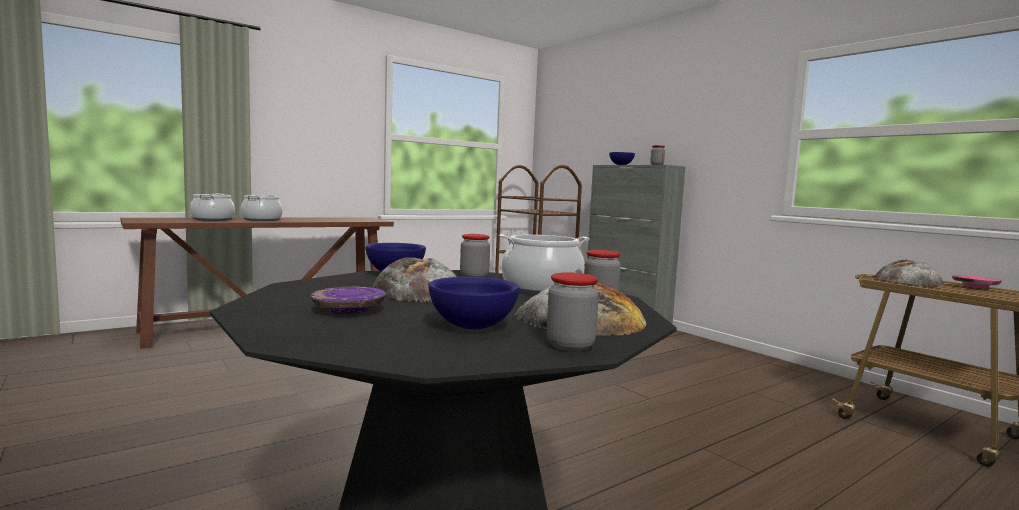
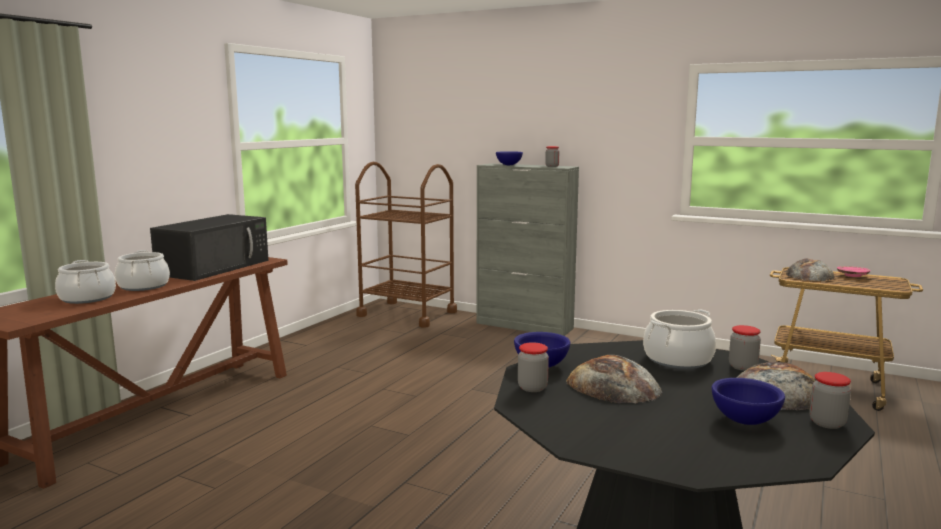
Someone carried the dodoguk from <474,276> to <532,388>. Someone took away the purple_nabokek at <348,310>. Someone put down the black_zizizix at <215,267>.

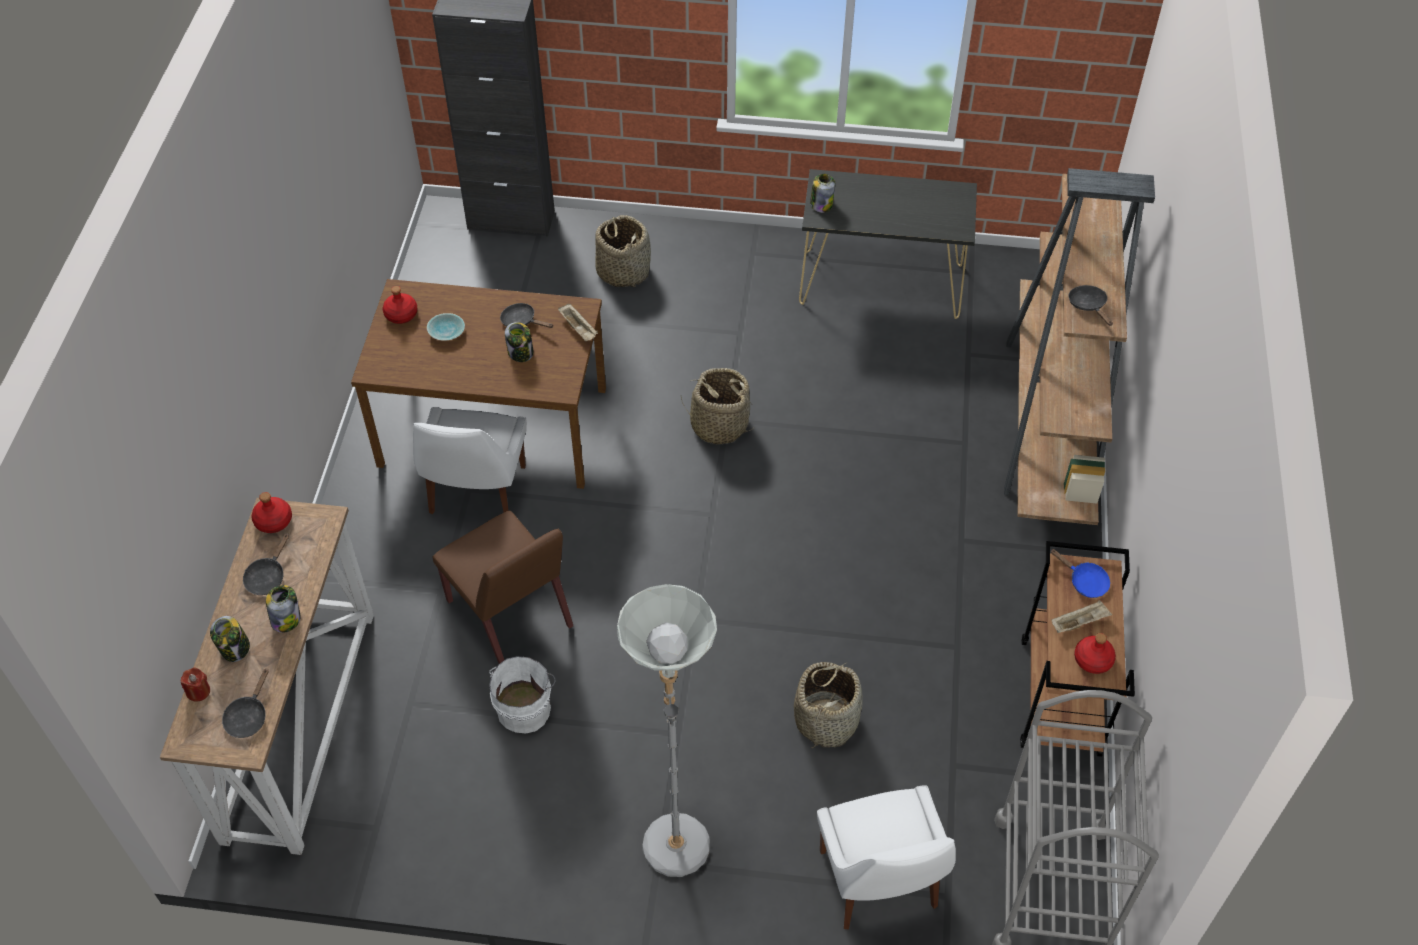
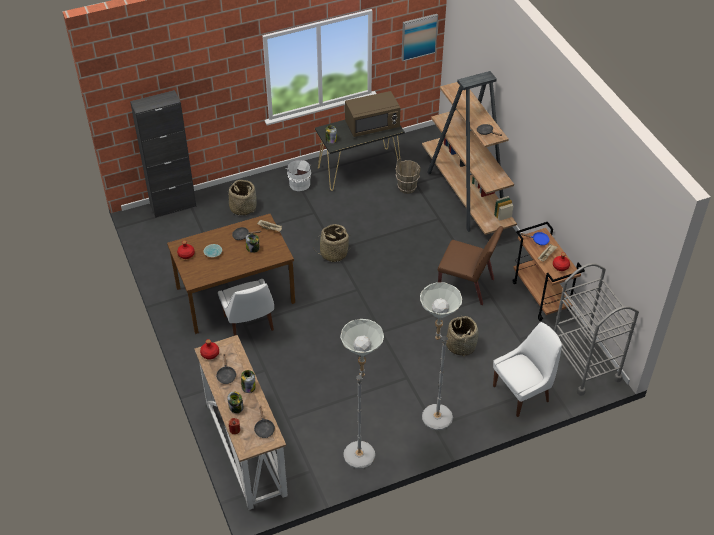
Someone carried the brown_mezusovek from <510,615> to <466,285>. Someone carried the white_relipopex from <525,707> to <299,183>. Someone rotated the white_mezusovek at <879,883> by 75 degrees counterclockwise. Someone put up the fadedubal at <419,36>. Someone put down the brown_zizizix at <372,125>. Someone put down the brown_relipopex at <407,188>. Someone put down the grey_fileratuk at <360,449>.

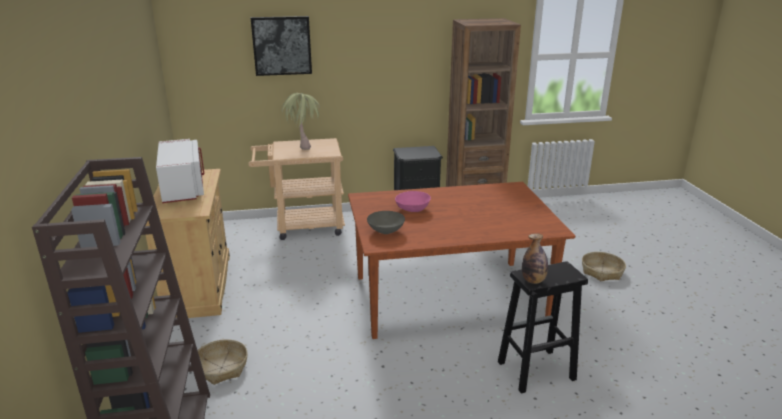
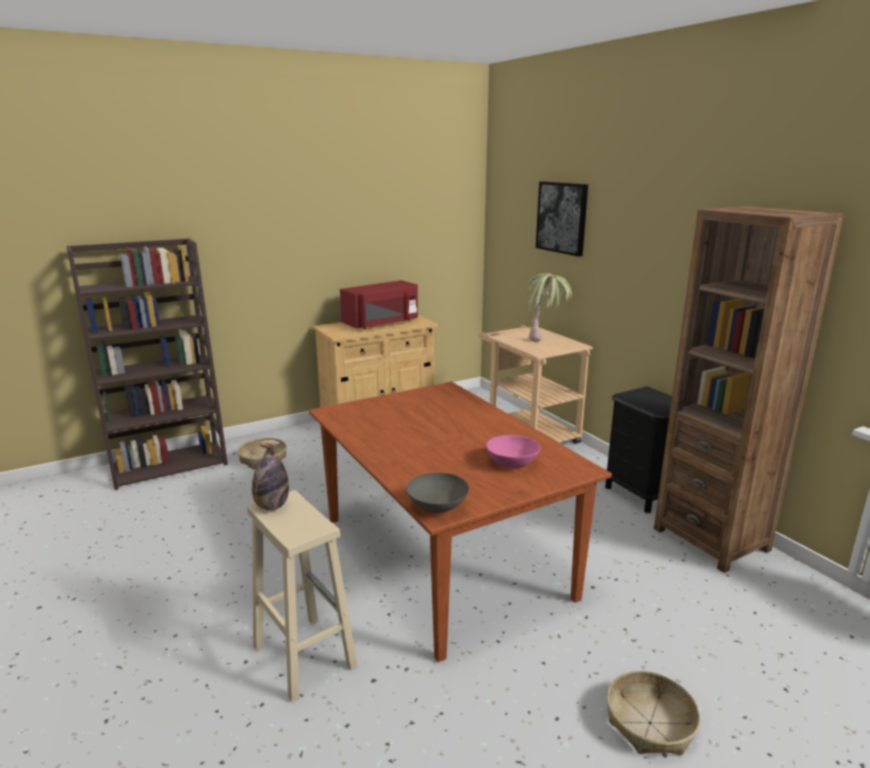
Someone repainted the white_zizizix at <184,188>, which became the red_zizizix at <382,323>. Someone carried the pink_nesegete from <413,209> to <513,463>. Someone carried the grey_nesegete from <386,231> to <437,508>. Someone repainted the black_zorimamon at <535,371>, which became the beige_zorimamon at <303,656>.

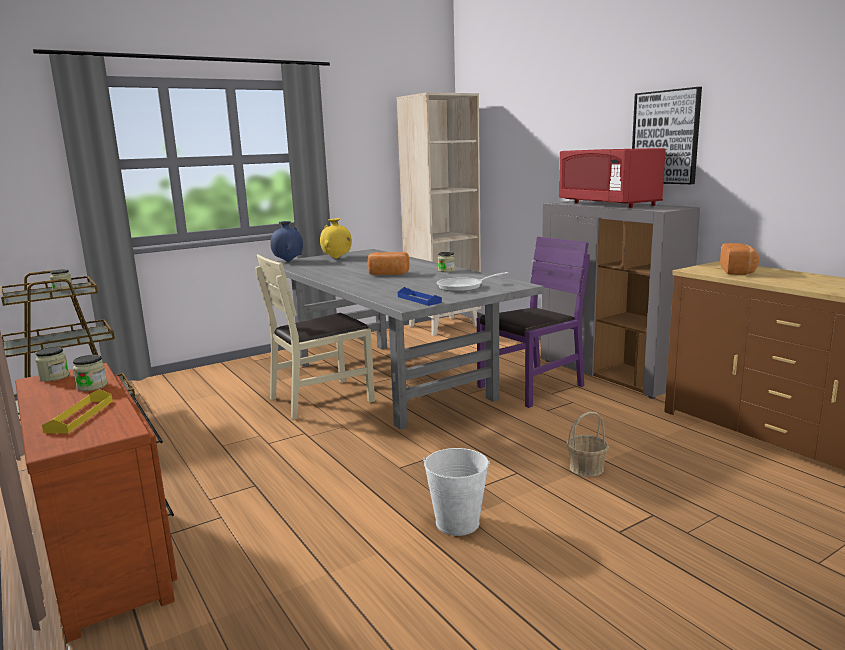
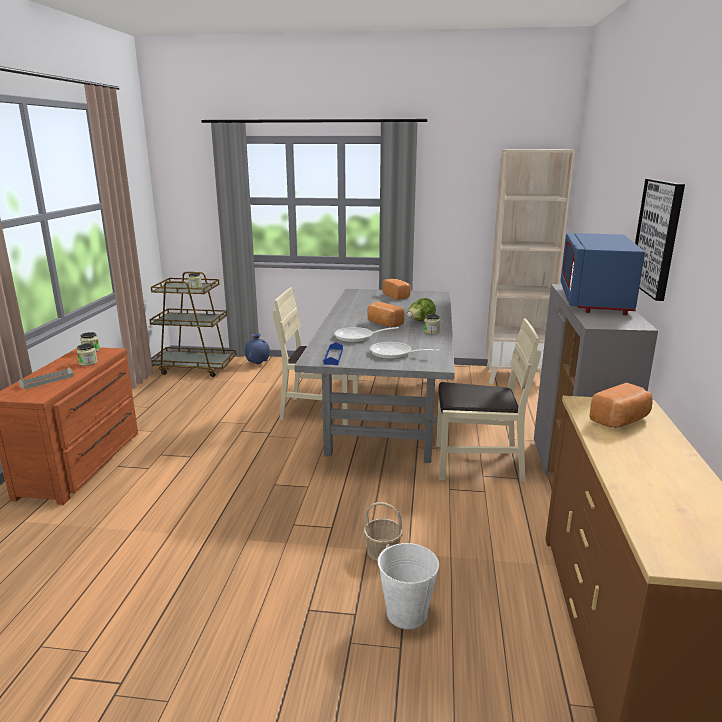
Someone repainted the red_zizizix at <608,204>, which became the blue_zizizix at <593,301>. Someone swapped the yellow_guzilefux at <337,258> for the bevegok at <397,296>. Someone carried the blue_guzilefux from <288,261> to <258,364>. Someone repainted the purple_mezusovek at <531,387>, which became the beige_mezusovek at <477,463>. Someone repainted the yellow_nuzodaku at <80,416>, which became the grey_nuzodaku at <47,380>. Someone carried the white_relipopex from <457,523> to <407,613>. Someone put down the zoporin at <420,321>. Someone put down the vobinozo at <357,337>.

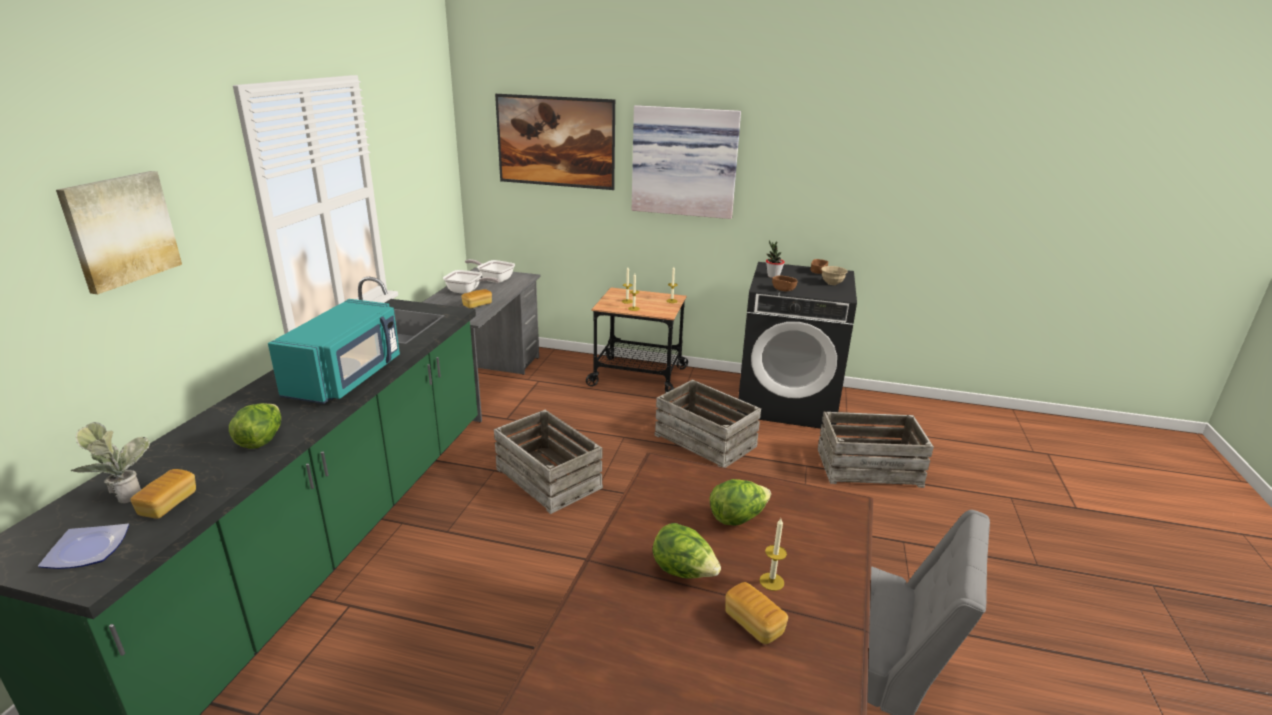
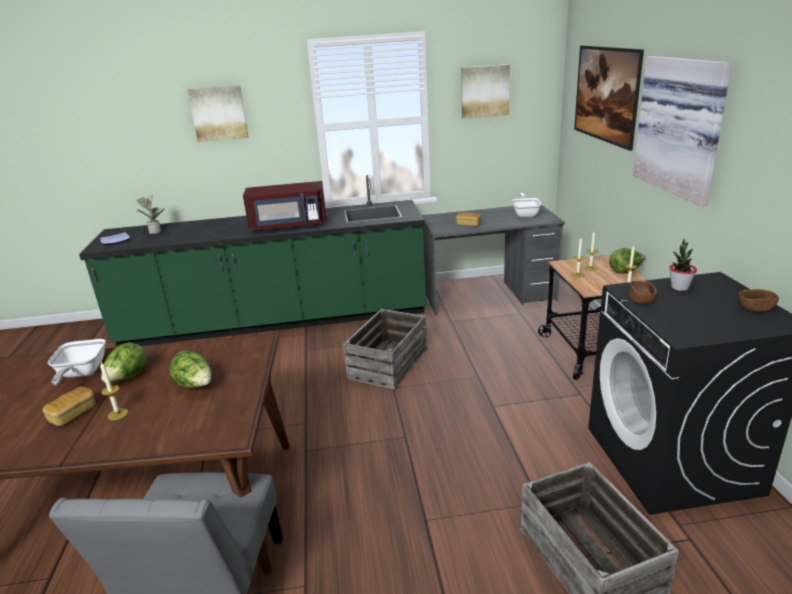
Someone took away the beige_nesegete at <832,283>. Someone carried the vobinozo from <467,291> to <81,374>. Someone repainted the turquoise_zizizix at <347,377>, which became the red_zizizix at <289,225>. Someone took away the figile at <706,440>. Someone carried the zoporin from <261,440> to <625,271>. Someone took away the bevegok at <168,504>. Someone put up the fadedubal at <484,91>.

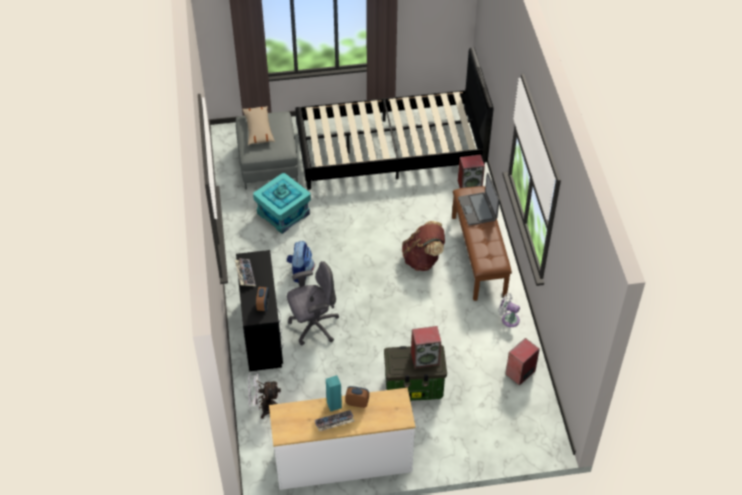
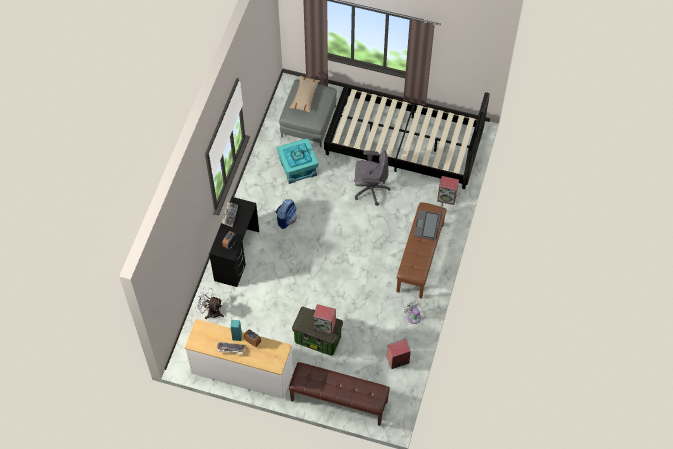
Someone took away the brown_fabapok at <423,260>. Someone carried the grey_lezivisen from <313,326> to <370,189>. Someone put down the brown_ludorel at <338,401>.

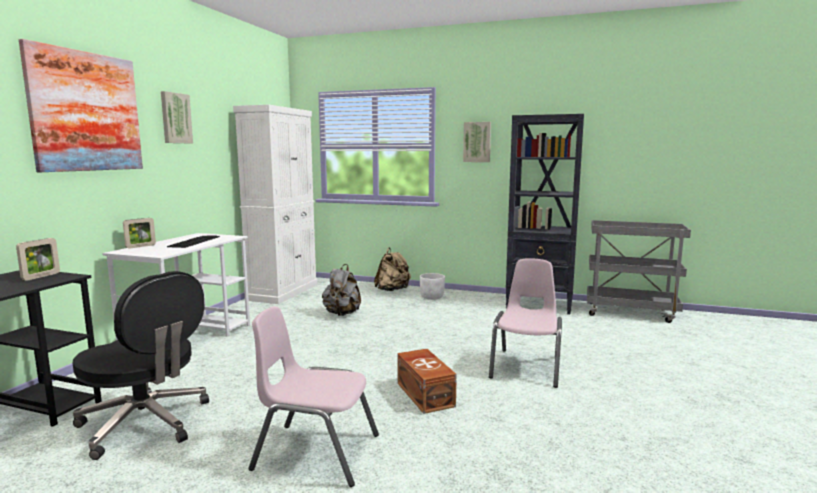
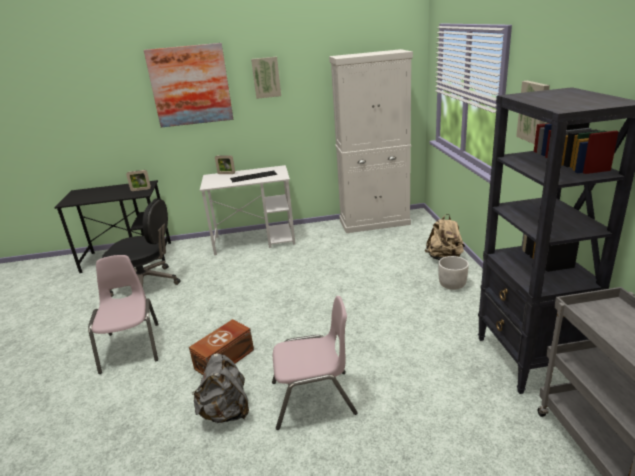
Someone carried the grey_fabapok from <342,314> to <226,412>. Someone rotated the black_lezivisen at <146,423> by 90 degrees counterclockwise.

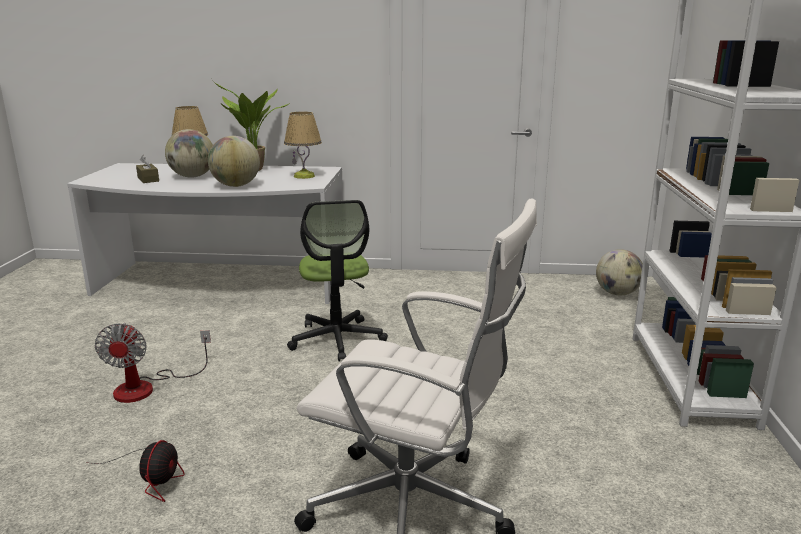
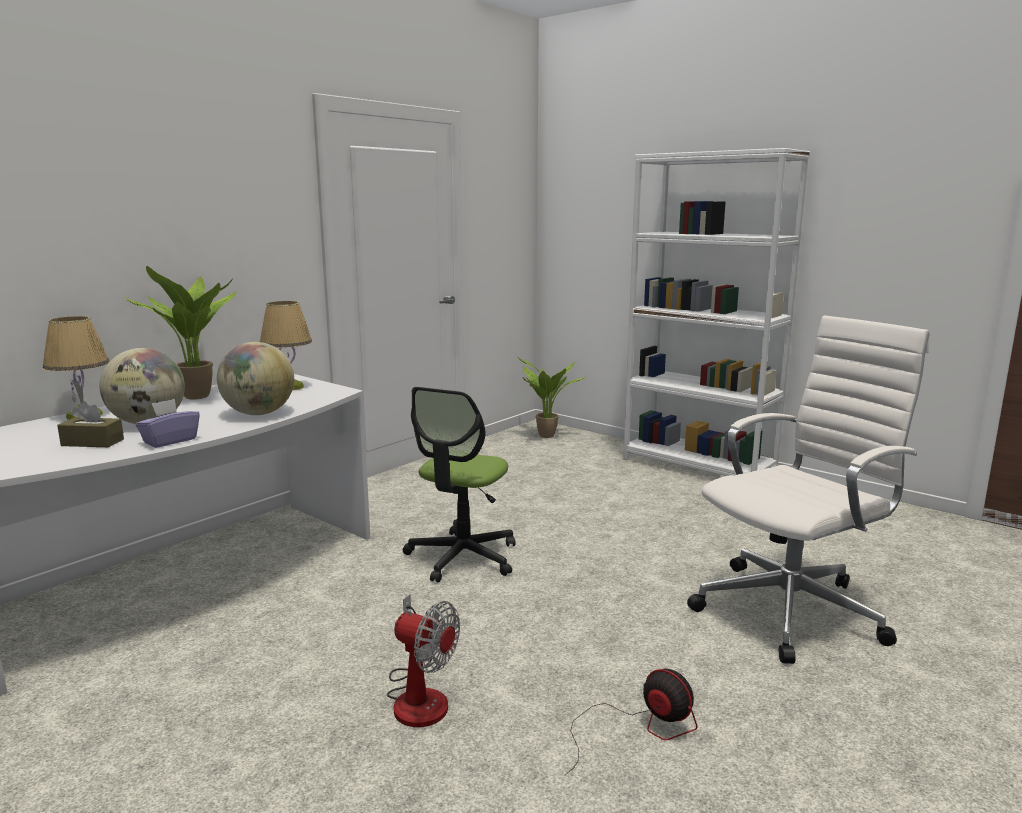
Someone rotated the lezivisen at <337,339> by 90 degrees clockwise. Someone swapped the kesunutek at <617,293> for the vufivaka at <546,437>. Someone put down the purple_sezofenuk at <170,441>.

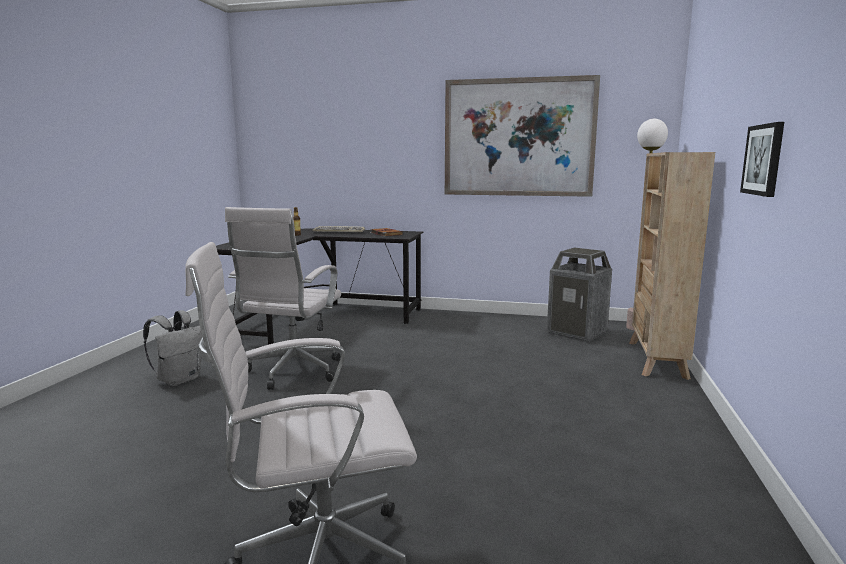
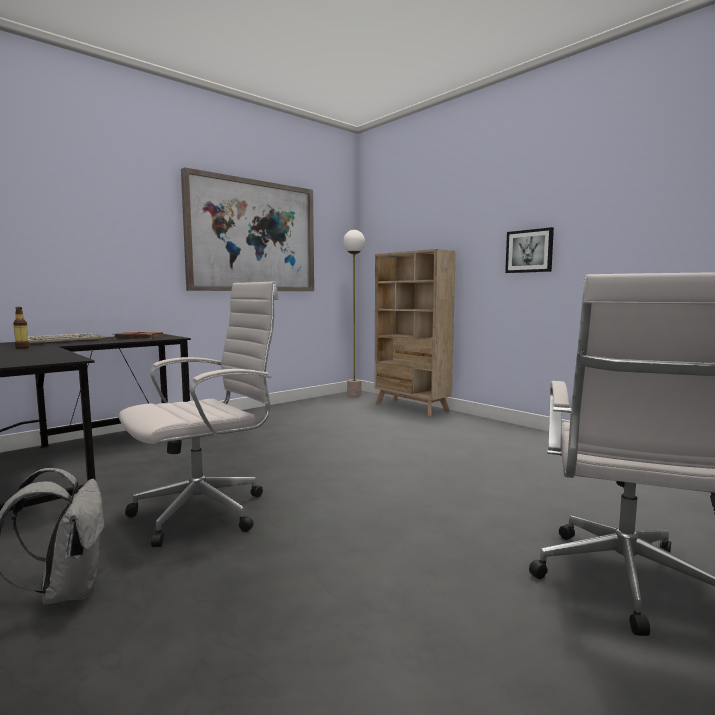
Someone rotated the white_lezivisen at <292,373> by 90 degrees counterclockwise. Someone took away the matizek at <577,333>.

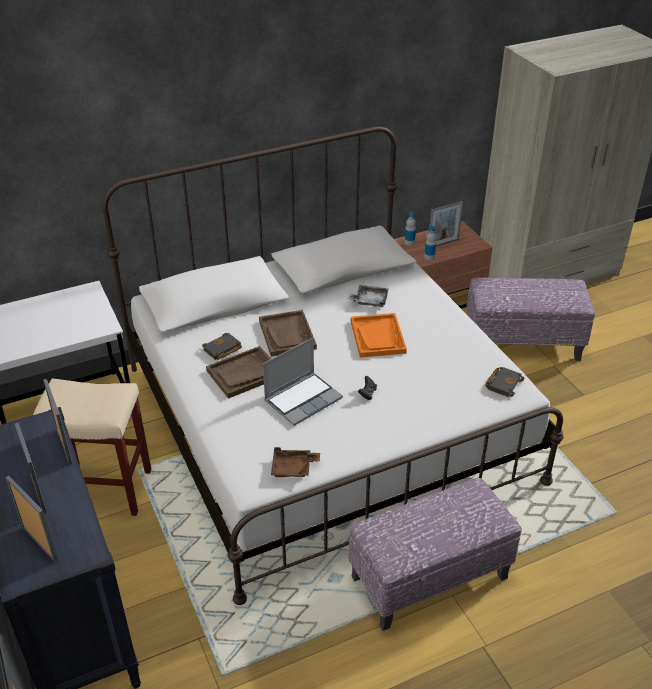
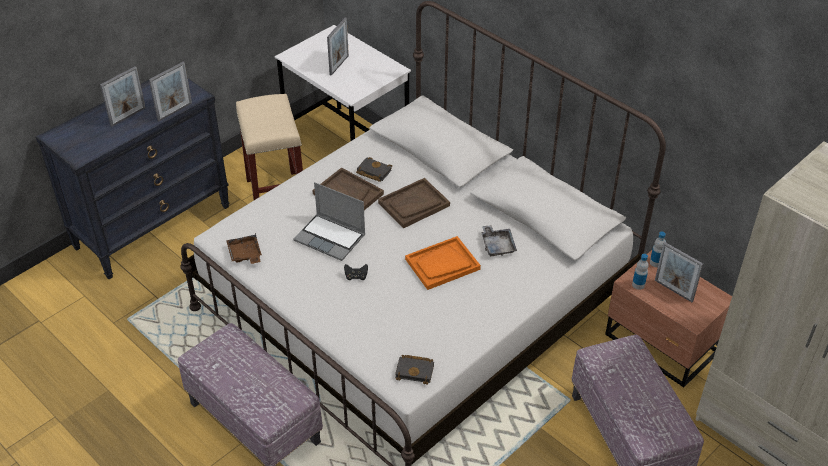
Someone carried the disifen from <40,543> to <339,65>.

